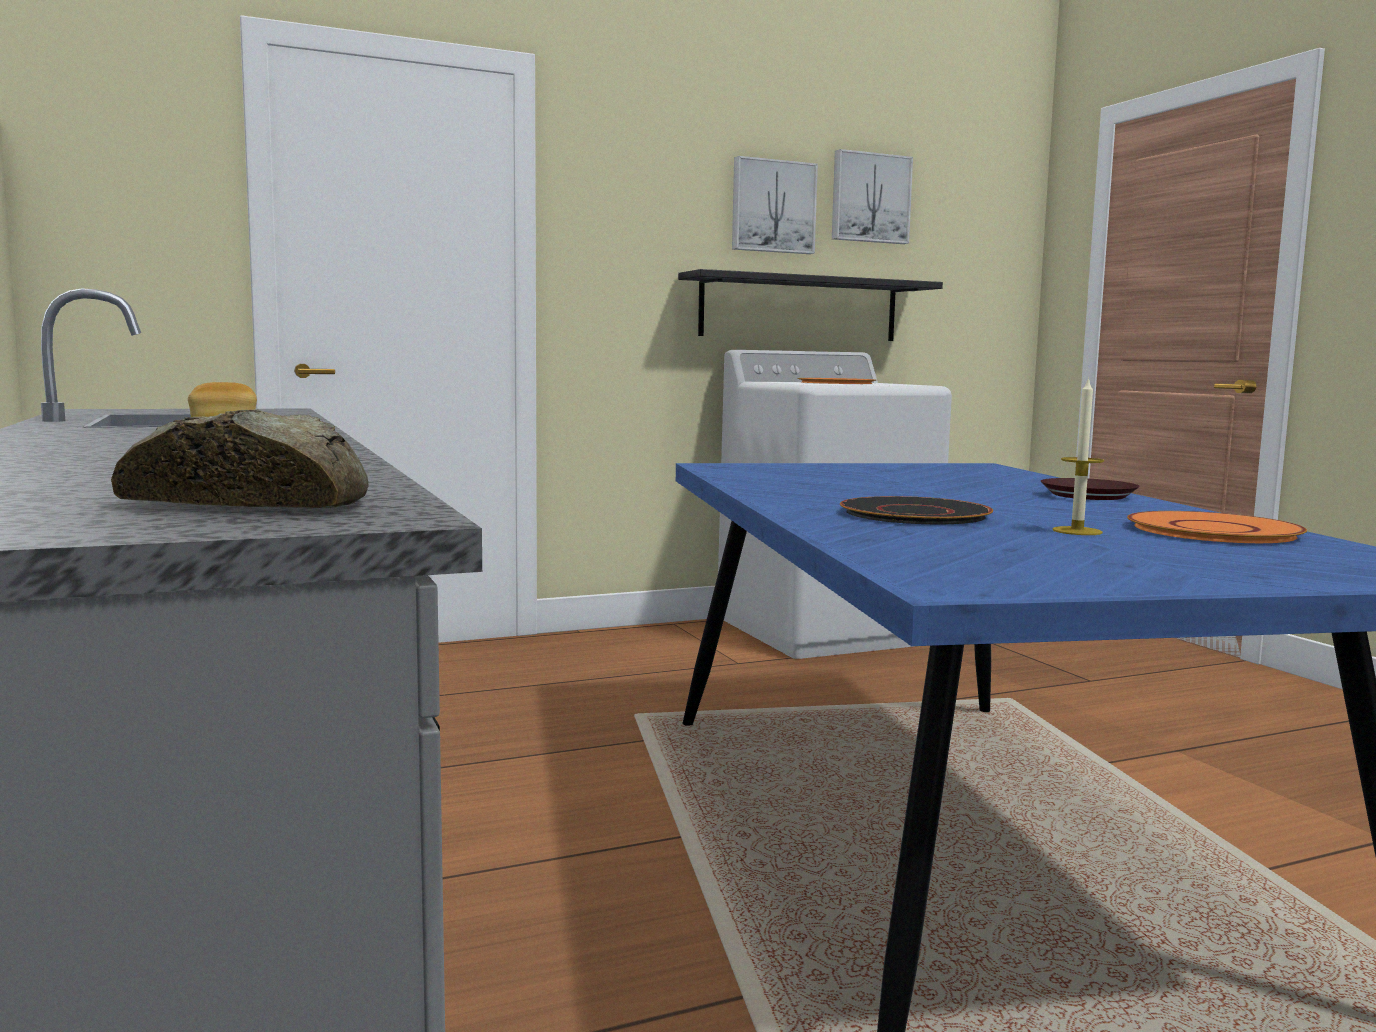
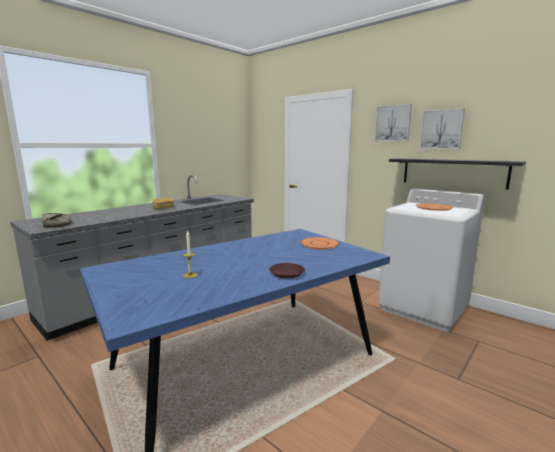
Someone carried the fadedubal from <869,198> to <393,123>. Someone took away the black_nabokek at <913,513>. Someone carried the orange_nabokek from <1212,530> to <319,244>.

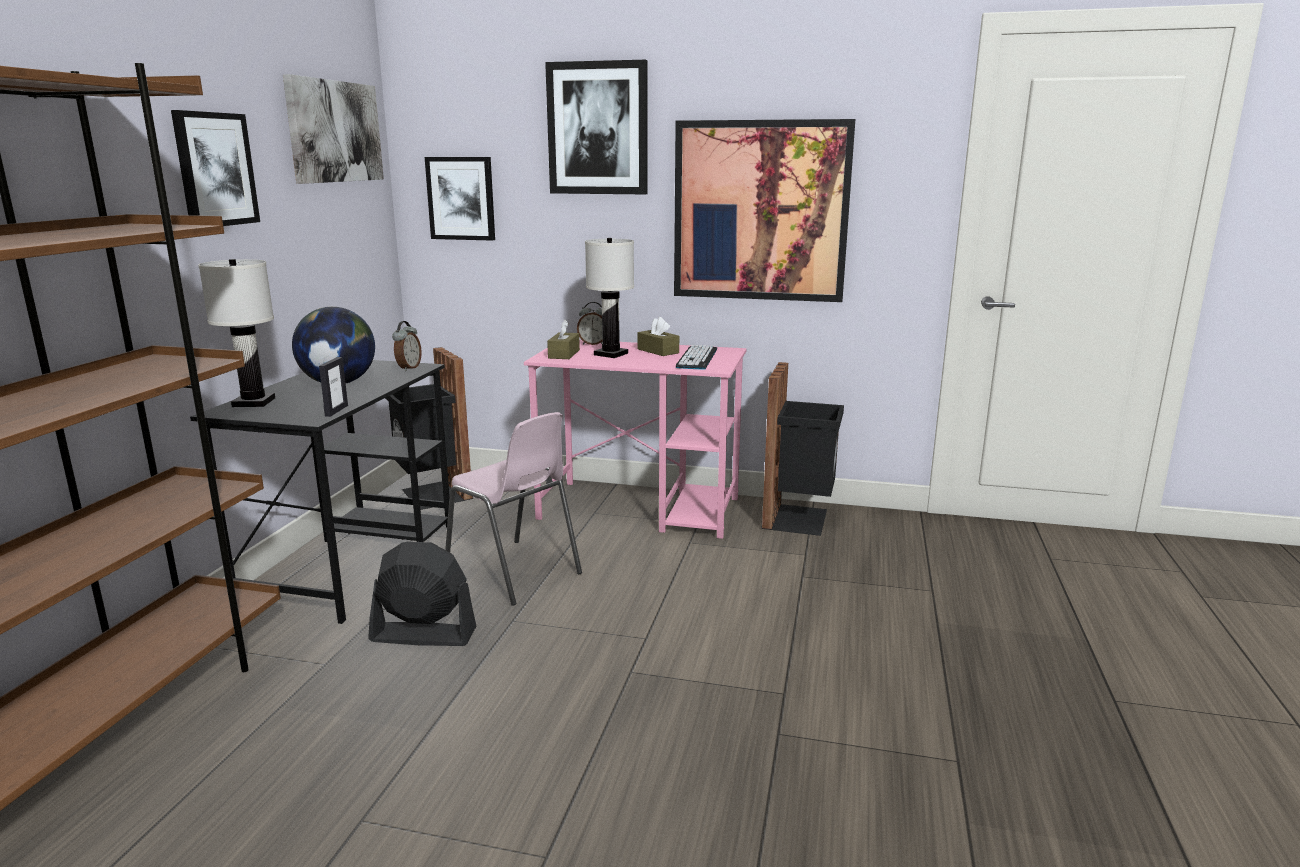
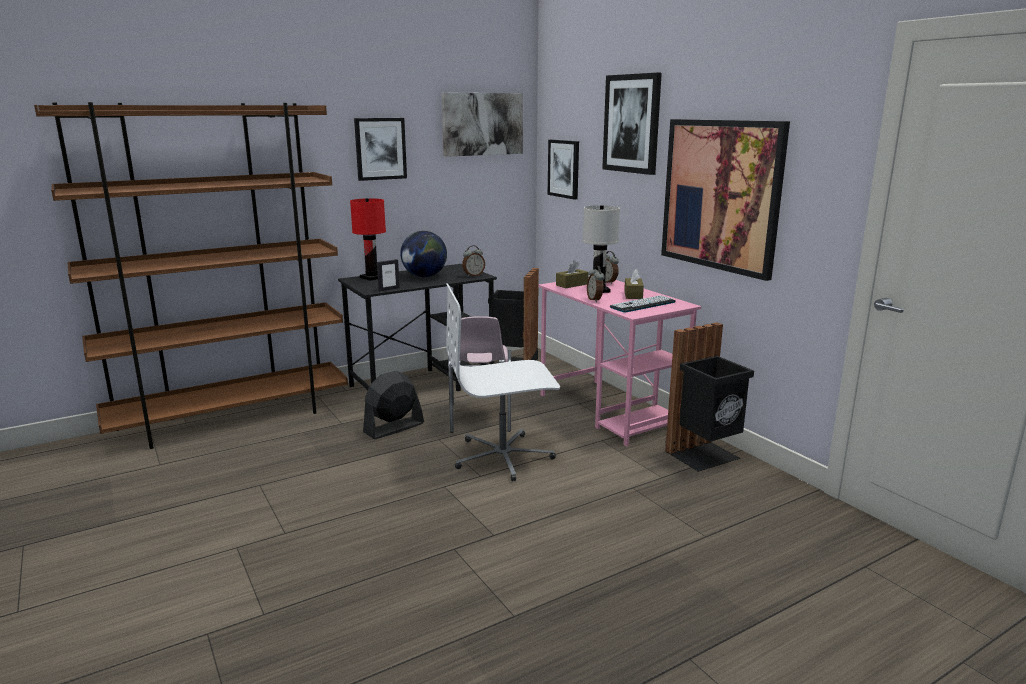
Someone repainted the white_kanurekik at <254,402>, which became the red_kanurekik at <372,277>. Someone rotated the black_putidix at <423,634> by 90 degrees counterclockwise. Someone put down the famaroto at <595,300>. Someone put down the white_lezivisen at <503,456>.

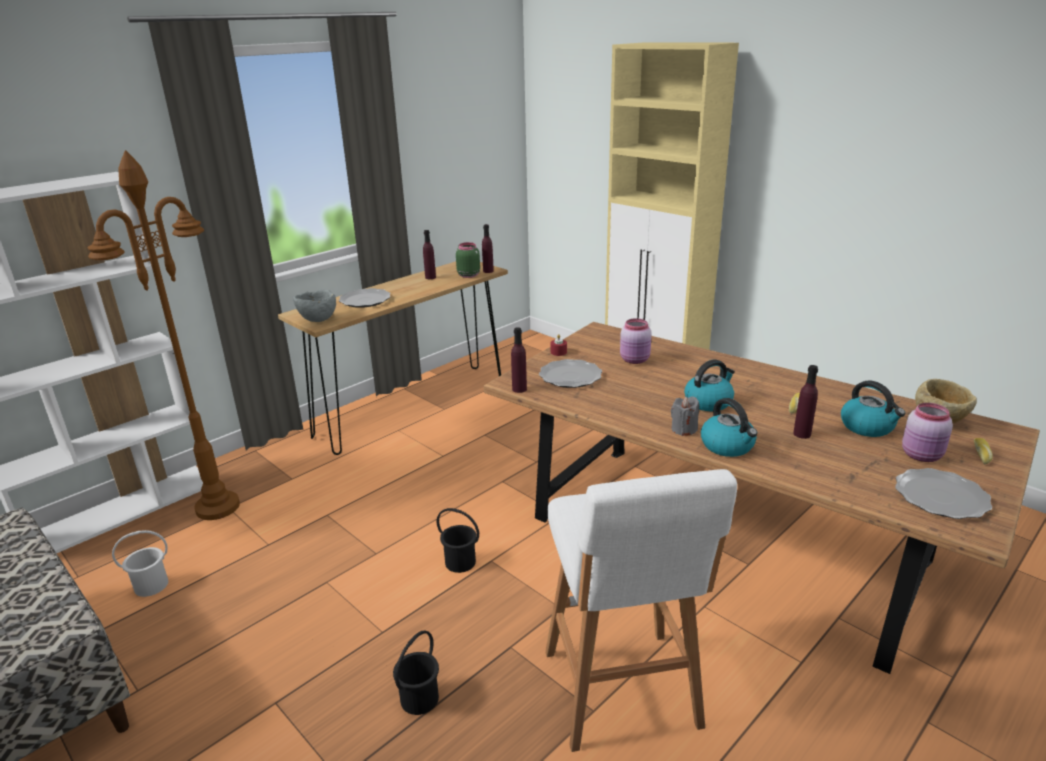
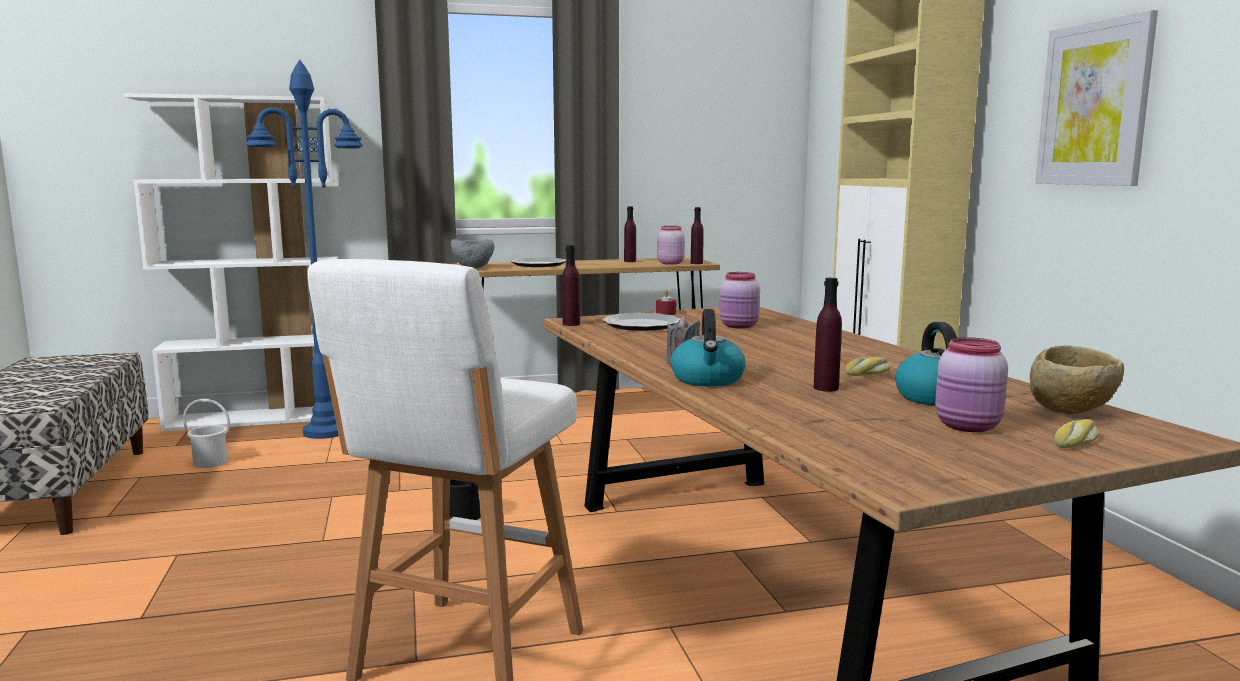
Someone repainted the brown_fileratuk at <218,507>, which became the blue_fileratuk at <326,432>. Someone repainted the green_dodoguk at <468,275>, which became the pink_dodoguk at <670,263>. Someone took away the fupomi at <708,402>. Someone took away the nabokek at <940,497>. Someone took away the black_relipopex at <418,698>. Someone put up the fadedubal at <1094,104>.

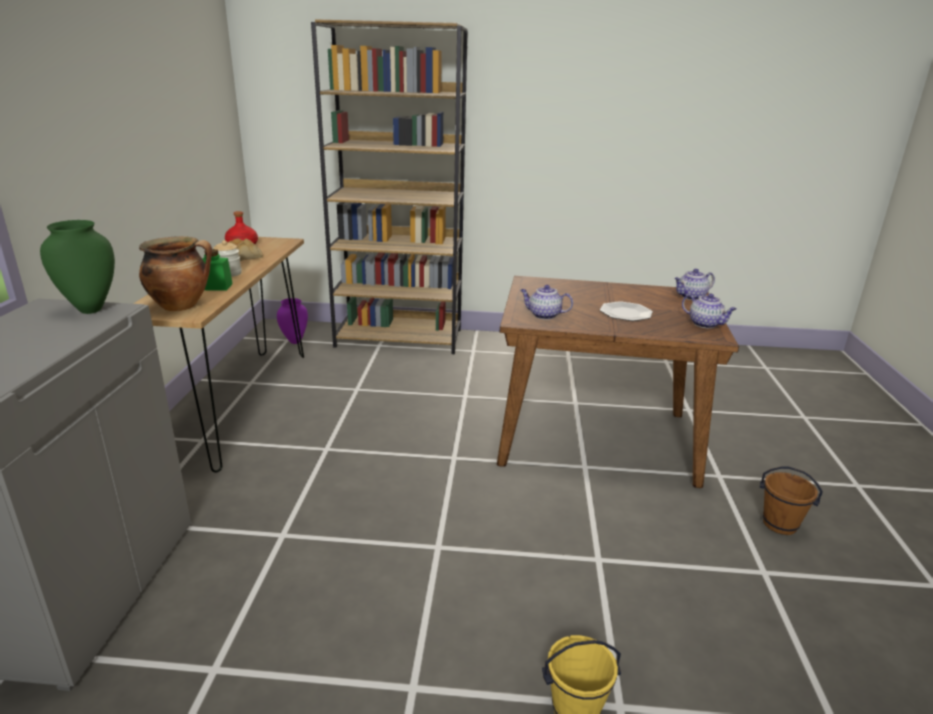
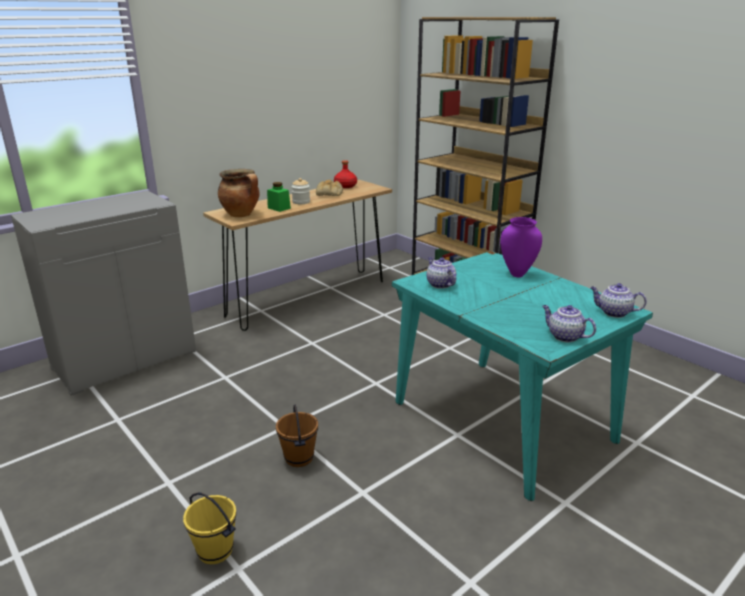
Someone took away the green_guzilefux at <91,309>. Someone repainted the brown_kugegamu at <594,438>, which became the turquoise_kugegamu at <500,420>. Someone rotated the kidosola at <705,324> by 135 degrees clockwise. Someone carried the purple_guzilefux from <294,341> to <517,274>. Someone took away the nabokek at <625,313>. Someone carried the brown_relipopex from <779,525> to <298,458>.

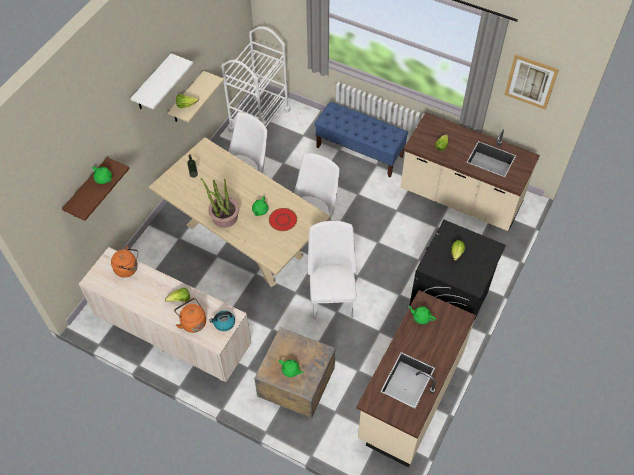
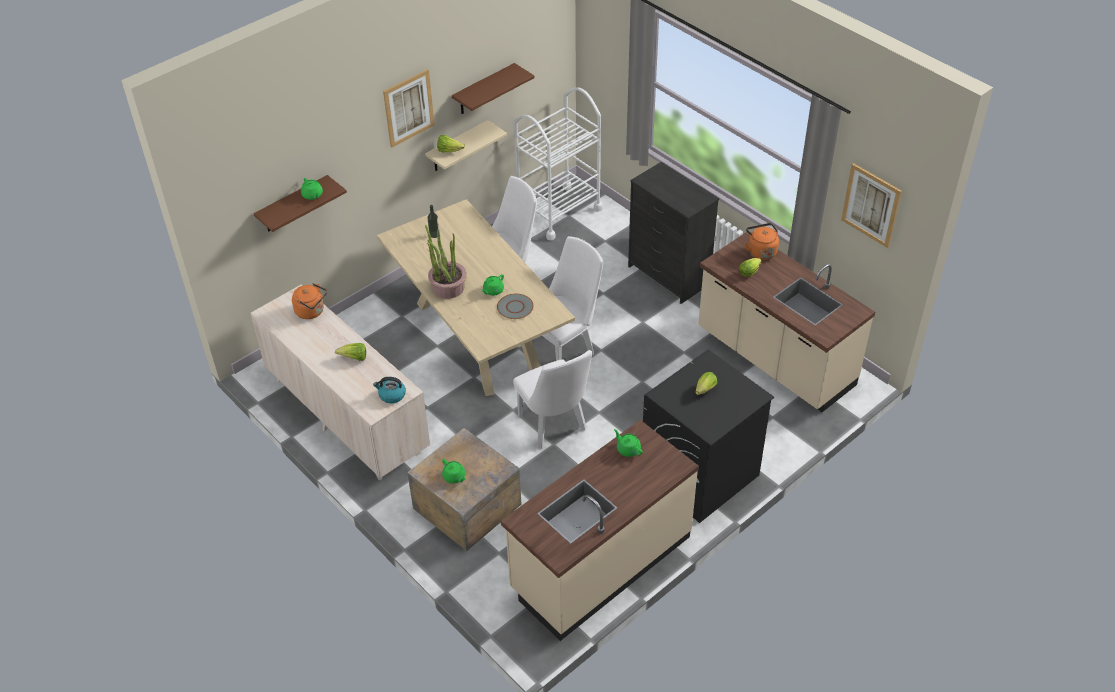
Someone swapped the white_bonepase at <153,83> for the fadedubal at <408,108>. Someone swapped the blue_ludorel at <360,152> for the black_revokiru at <668,275>. Someone repainted the red_nabokek at <283,220>, which became the grey_nabokek at <515,307>. Someone rotated the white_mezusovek at <331,297> by 135 degrees clockwise. Someone carried the orange_fupomi from <192,322> to <761,251>. Someone put up the brown_bonepase at <484,90>.

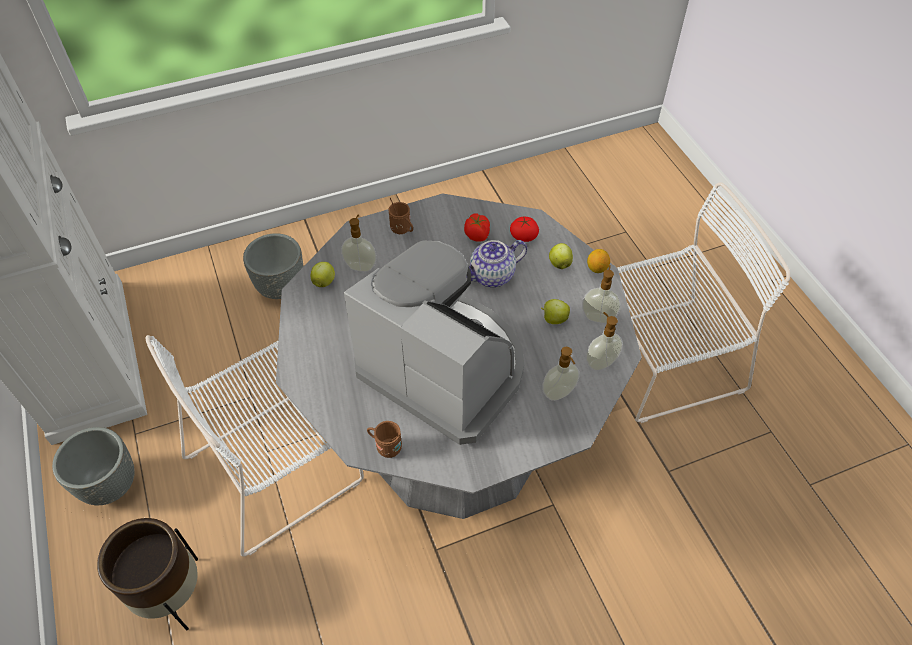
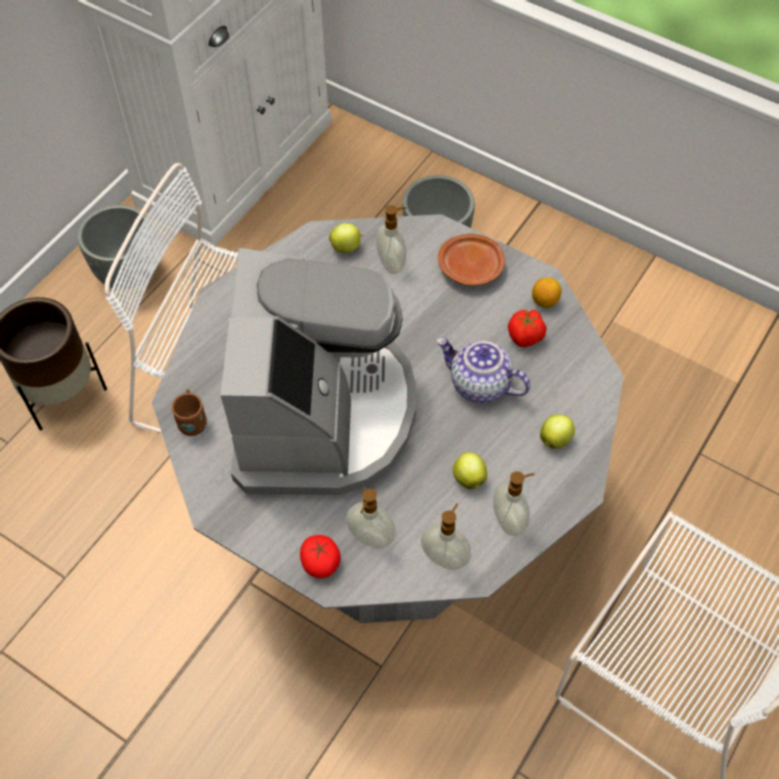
Someone swapped the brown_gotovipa at <402,230> for the brown_nabokek at <471,267>. Someone carried the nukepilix from <523,236> to <321,562>. Someone carried the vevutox from <596,268> to <544,301>.

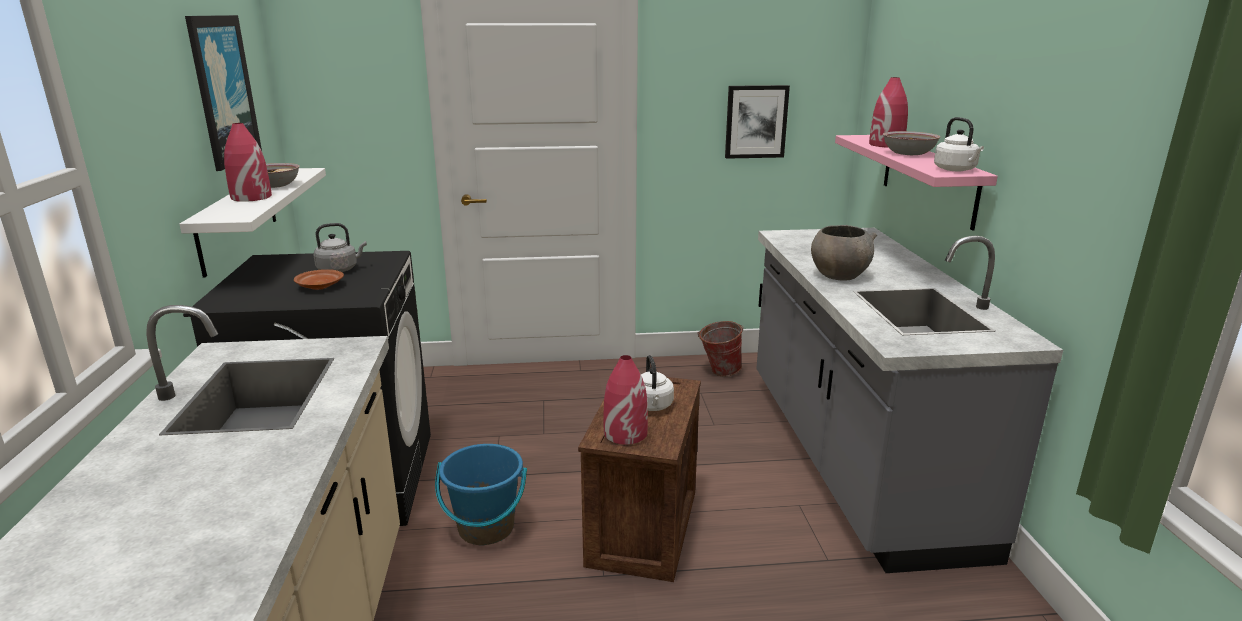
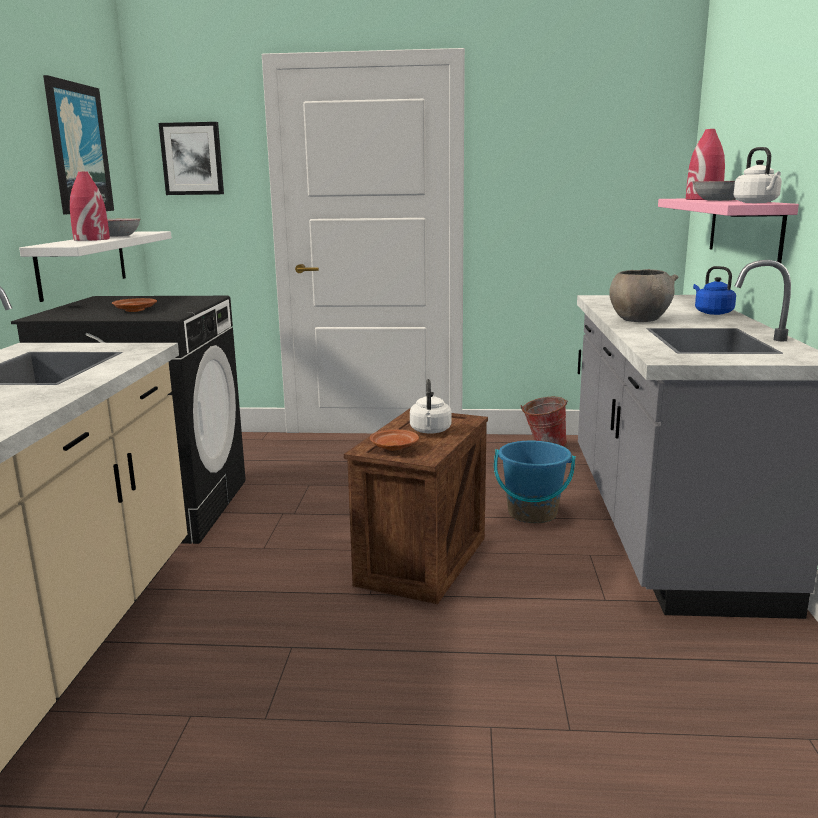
Someone carried the fadedubal from <756,121> to <192,159>. Someone took away the grey_fupomi at <340,270>. Someone swapped the red_guzilefux at <625,433> for the brown_nabokek at <393,447>. Someone carried the blue_relipopex from <486,528> to <532,513>. Someone put down the blue_fupomi at <712,312>.

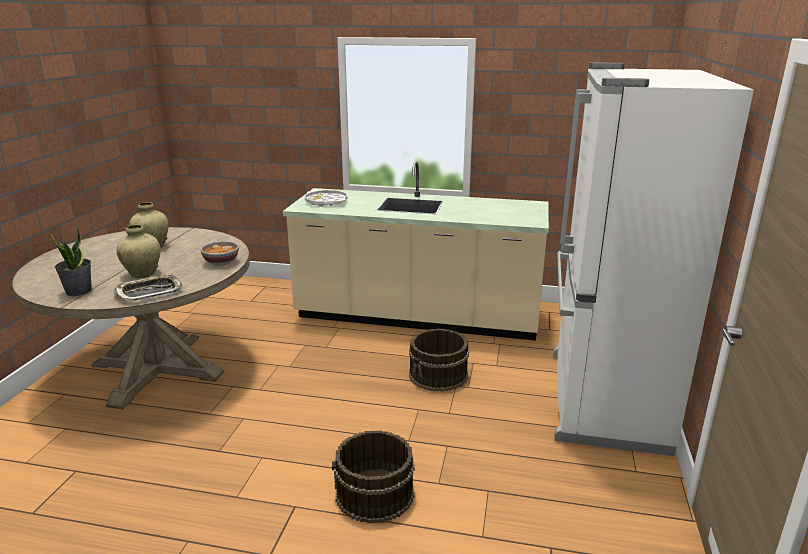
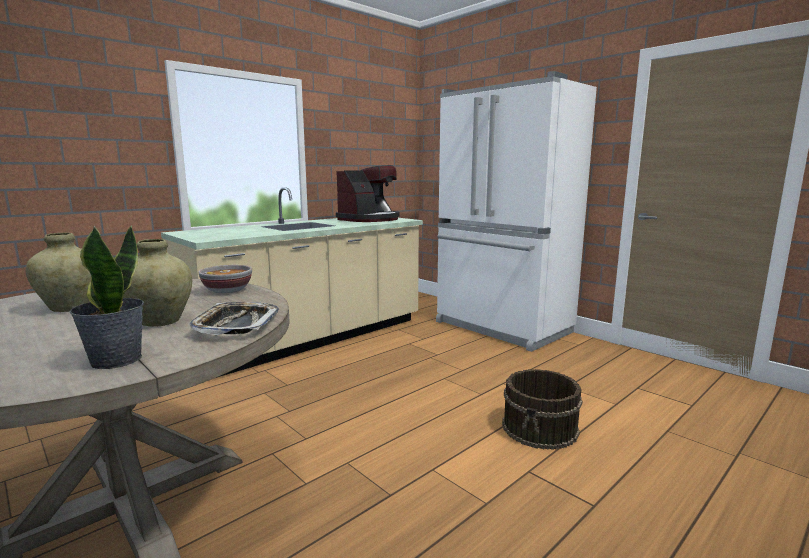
Someone took away the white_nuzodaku at <326,202>. Someone took away the brown_relipopex at <438,375>. Someone put down the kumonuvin at <369,219>.

